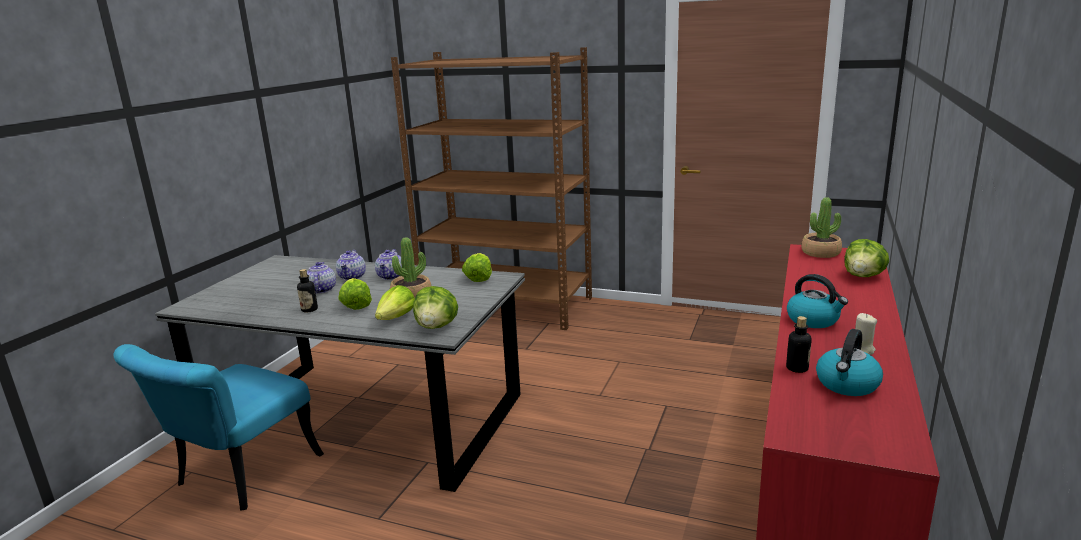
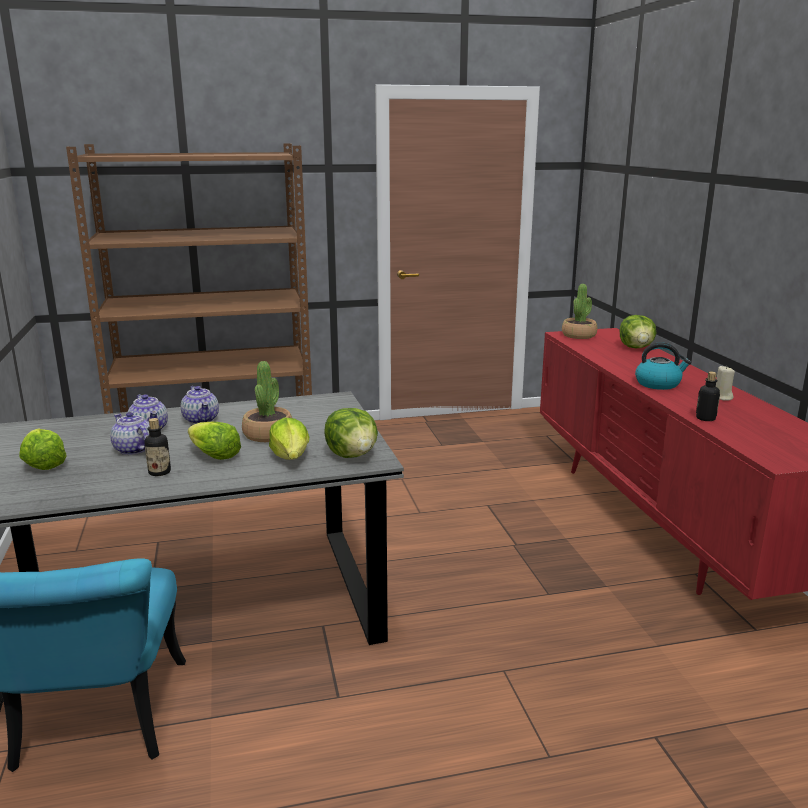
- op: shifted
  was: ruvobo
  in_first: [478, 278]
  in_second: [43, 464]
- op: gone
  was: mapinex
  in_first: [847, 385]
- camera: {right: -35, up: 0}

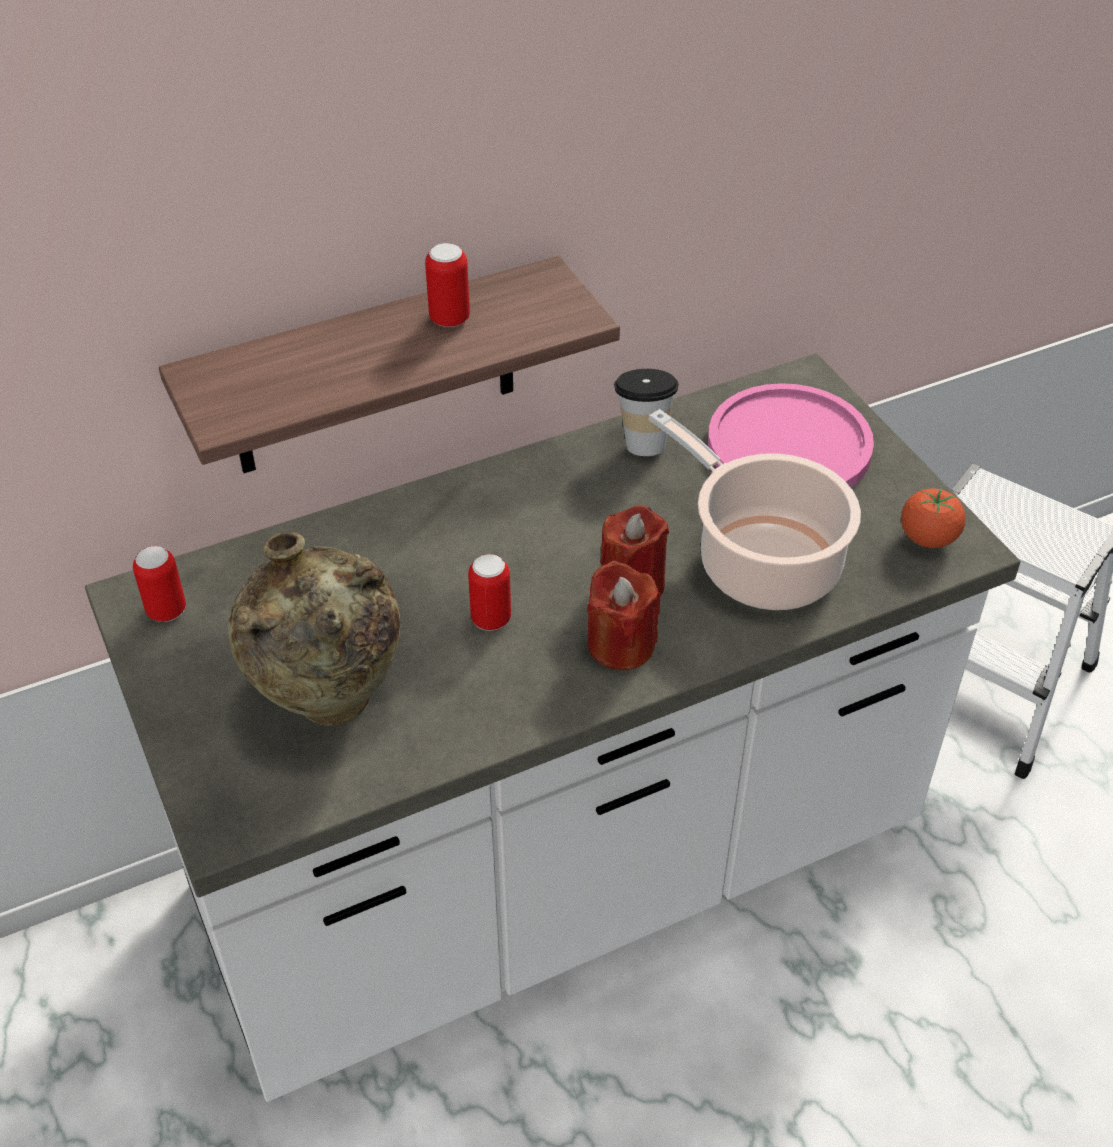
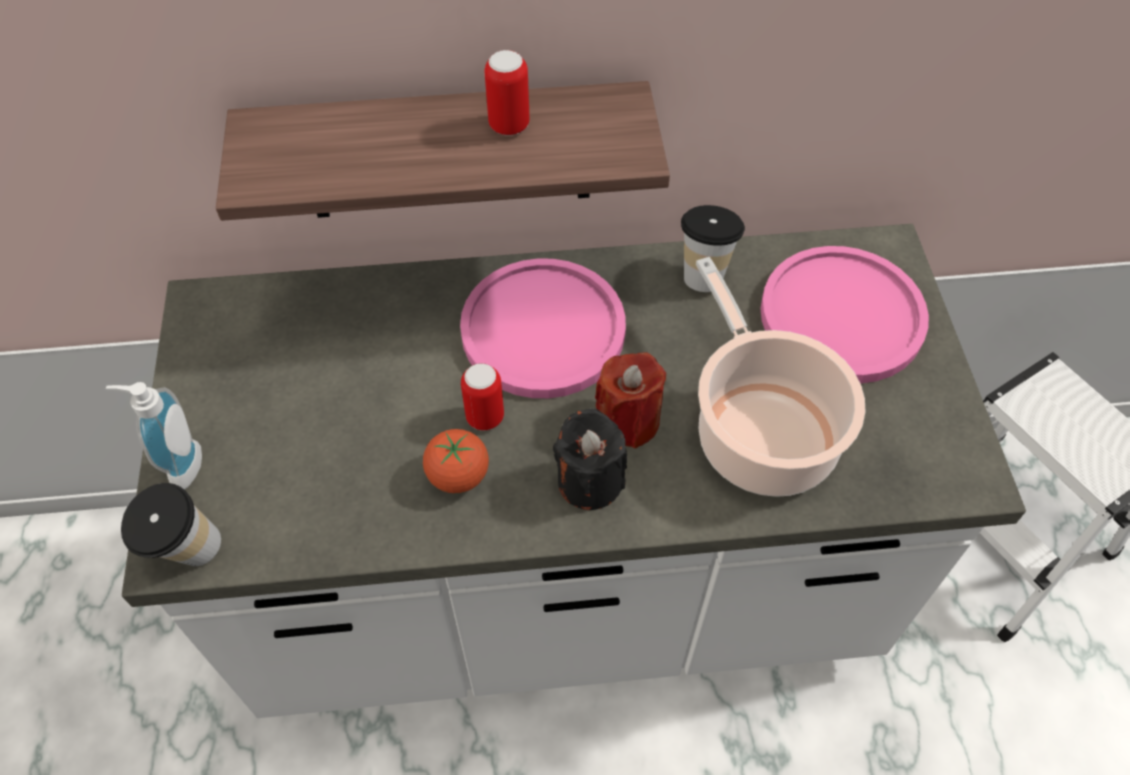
- op: new
  now: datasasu
  in_second: [179, 466]
- op: new
  now: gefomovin
  in_second: [186, 555]
- op: shifted
  was: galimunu
  in_first: [927, 538]
  in_second: [458, 475]
- op: new
  now: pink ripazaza
  in_second: [543, 330]
- op: repainted
  was: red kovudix
  now: black kovudix
  in_first: [620, 645]
  in_second: [589, 481]
- op: gone
  was: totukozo
  in_first: [166, 611]
- op: gone
  was: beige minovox
  in_first: [330, 709]
- camera: {right: 20, up: 10}

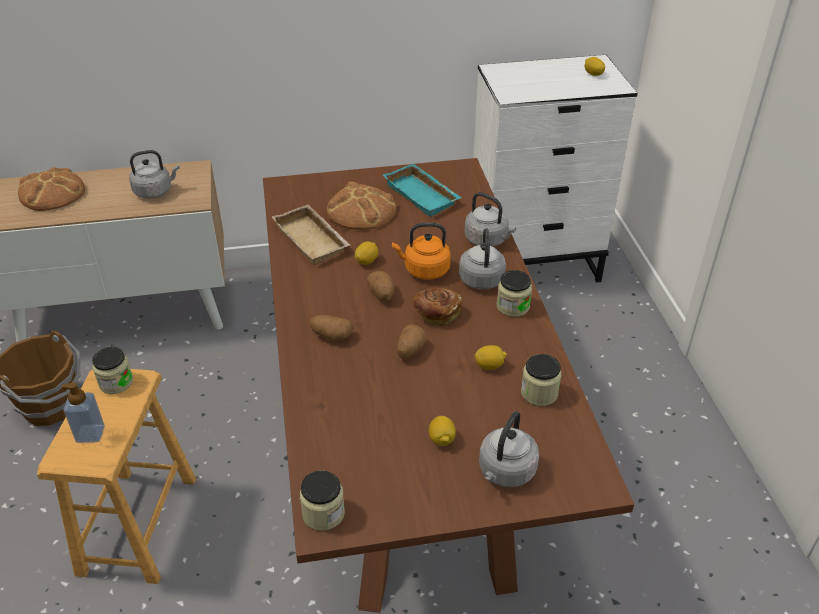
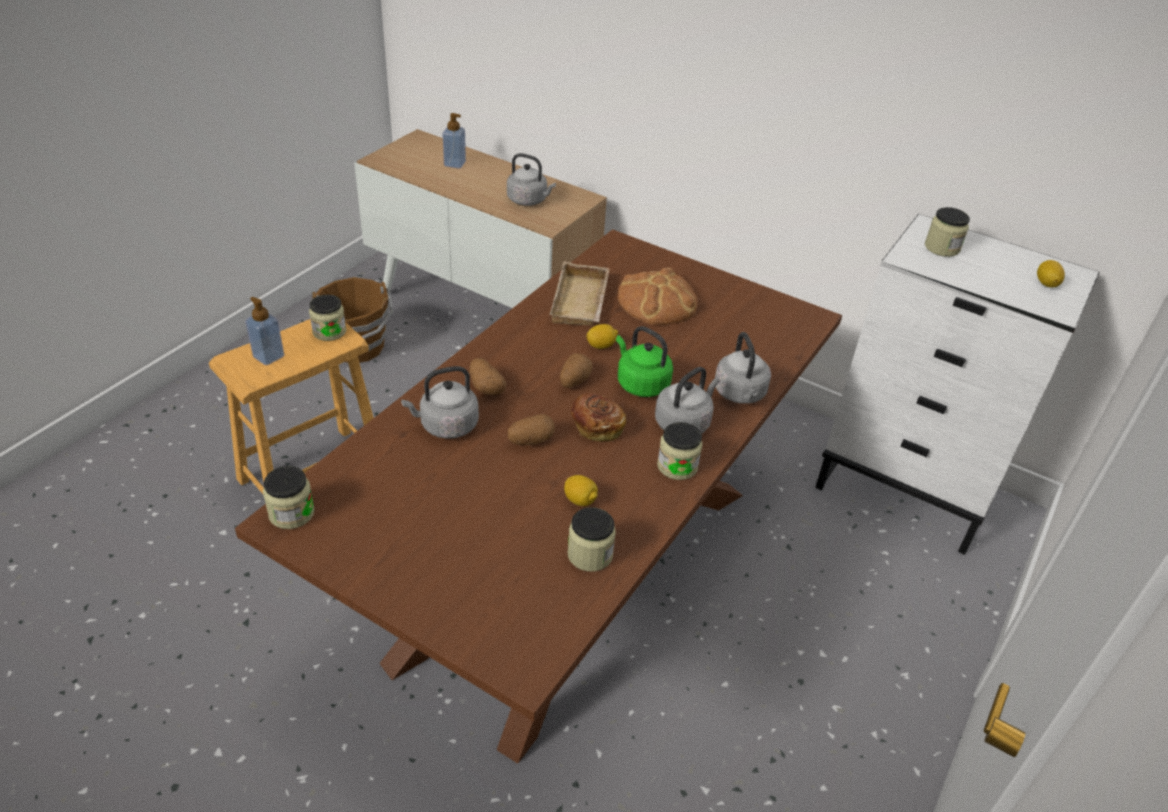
- op: shifted
  was: grey mapinex
  in_first: [505, 472]
  in_second: [446, 426]
- op: swapped
  was: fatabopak
  now: datasasu
  in_first: [52, 193]
  in_second: [454, 164]
- op: repainted
  was: orange mapinex
  now: green mapinex
  in_first: [424, 270]
  in_second: [640, 384]
- op: new
  now: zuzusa
  in_second: [942, 248]
- op: gone
  was: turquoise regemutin
  in_first: [423, 194]
- op: gone
  was: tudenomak
  in_first: [441, 439]
- camera: {right: 40, up: 0}

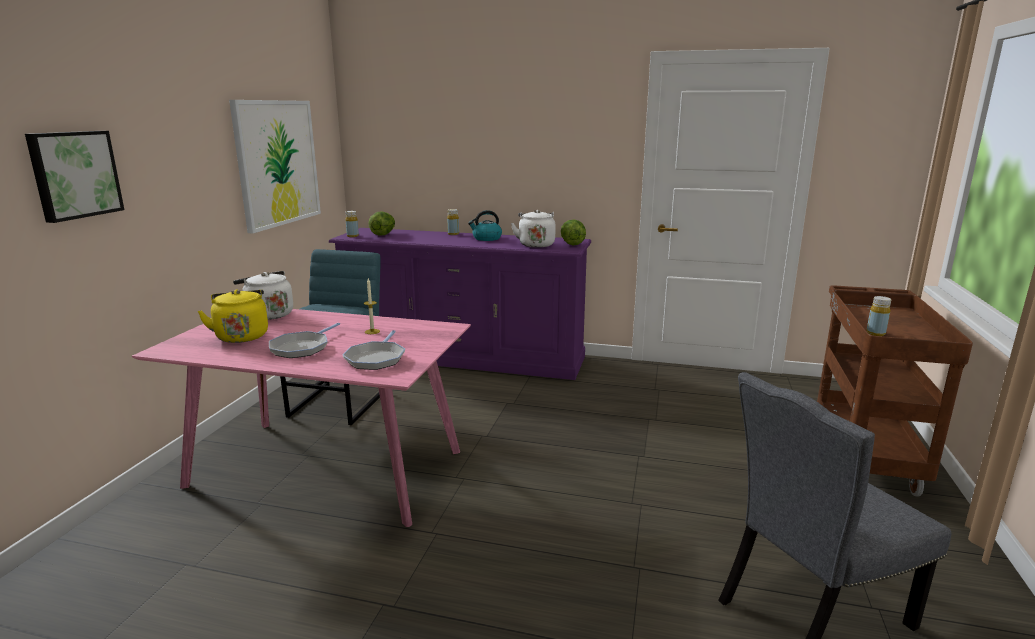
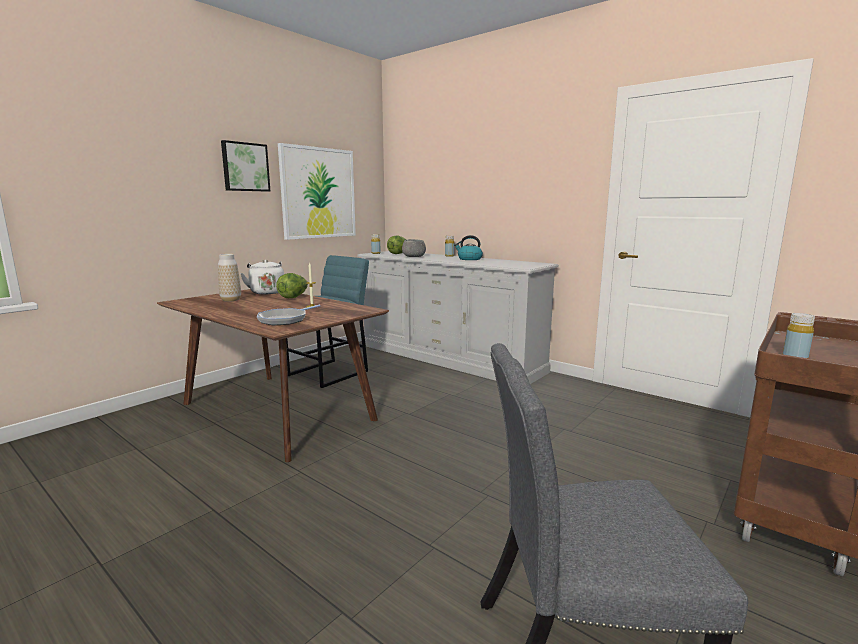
- op: repainted
  was: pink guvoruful
  now: brown guvoruful
  in_first: [328, 467]
  in_second: [278, 411]
- op: swapped
  was: yellow mapinex
  now: minovox
  in_first: [241, 336]
  in_second: [231, 300]
- op: shifted
  was: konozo
  in_first: [74, 174]
  in_second: [245, 167]
- op: shifted
  was: ruvobo
  in_first: [572, 244]
  in_second: [294, 297]
- op: repainted
  was: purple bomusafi
  now: white bomusafi
  in_first: [464, 356]
  in_second: [448, 358]
- op: new
  now: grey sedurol
  in_second: [414, 256]
- op: gone
  was: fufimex
  in_first: [302, 348]
- op: gone
  was: white mapinex
  in_first: [536, 244]
- camera: {right: 25, up: -5}

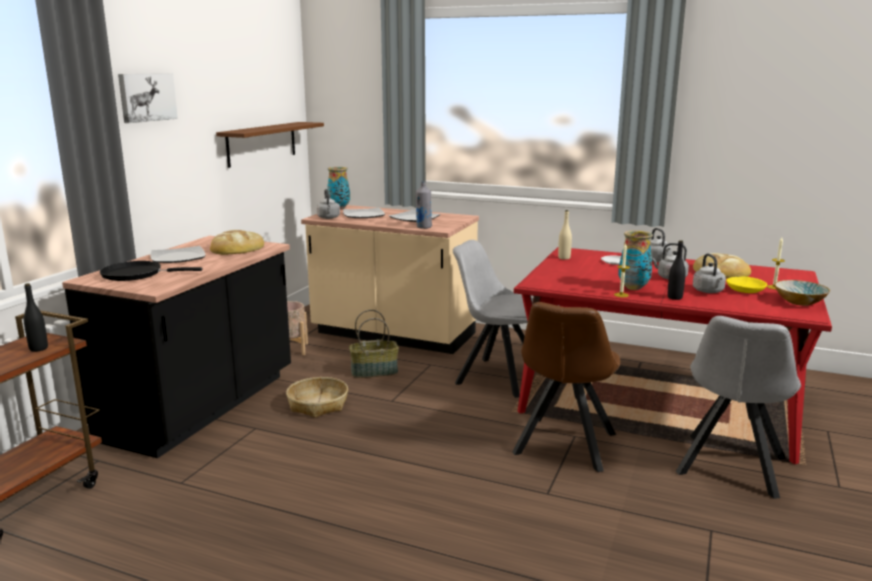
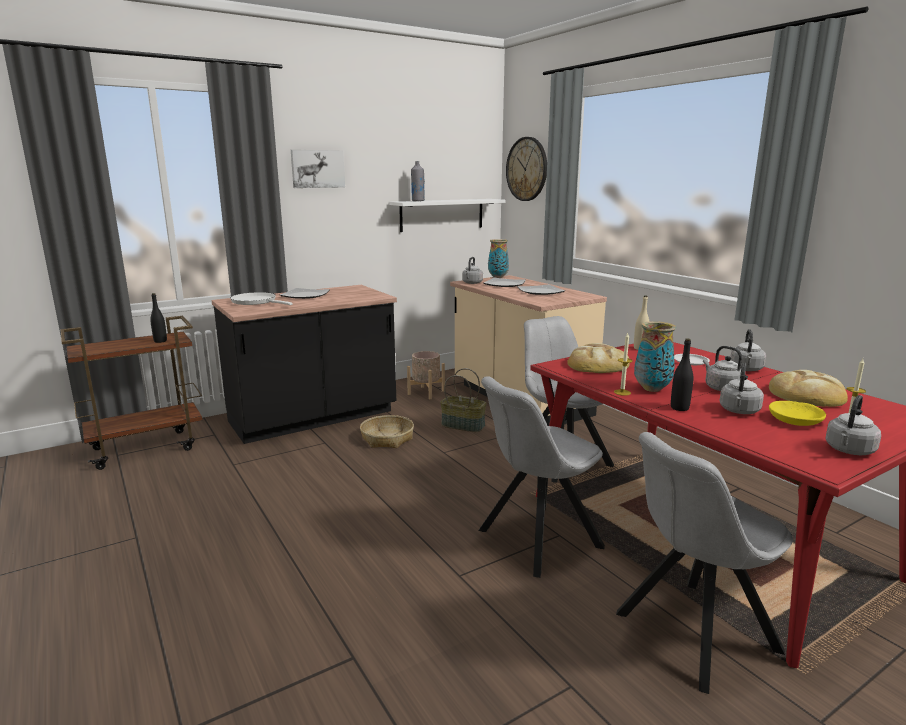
- op: repainted
  was: black fufimex
  now: white fufimex
  in_first: [136, 274]
  in_second: [256, 302]
- op: repainted
  was: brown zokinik
  now: white zokinik
  in_first: [262, 143]
  in_second: [442, 215]
- op: shifted
  was: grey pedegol
  in_first: [424, 227]
  in_second: [418, 201]
- op: repainted
  was: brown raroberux
  now: grey raroberux
  in_first: [564, 445]
  in_second: [537, 539]
- op: new
  now: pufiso
  in_second: [527, 169]
- op: shifted
  was: fatabopak
  in_first: [236, 248]
  in_second: [597, 364]
- op: swapped
  was: sedurol
  now: grey mapinex
  in_first: [800, 302]
  in_second: [849, 451]
- camera: {right: 35, up: 0}

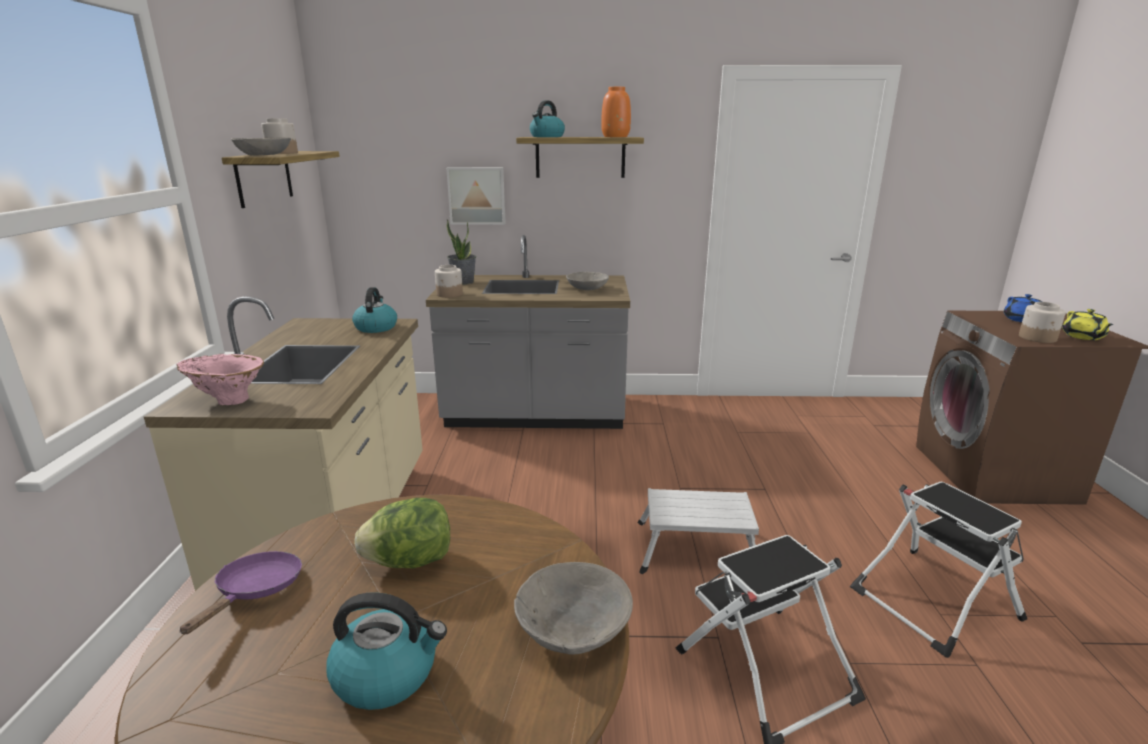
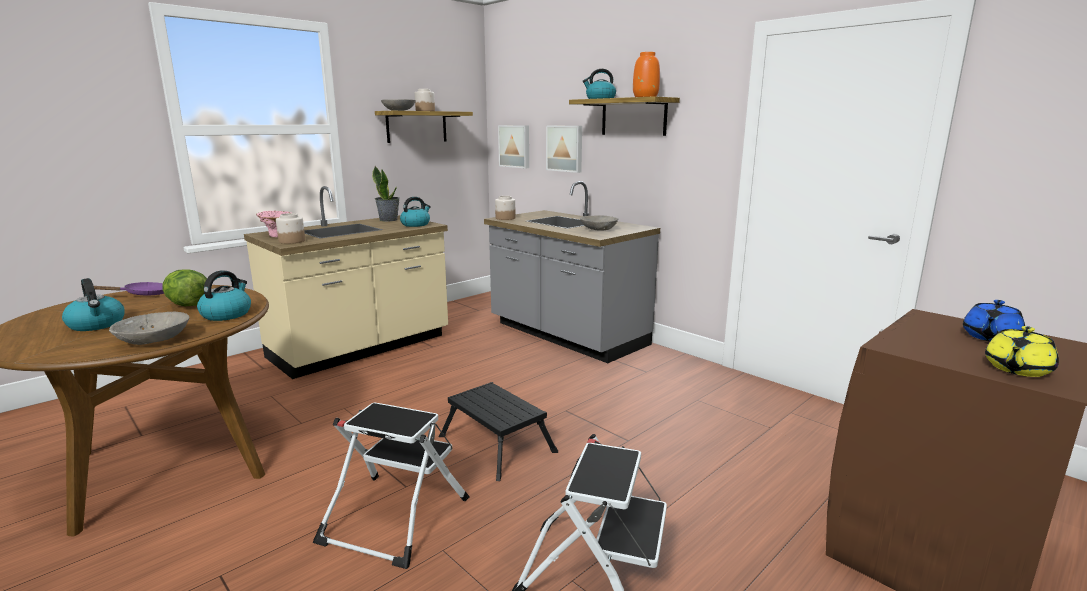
- op: new
  now: mapinex
  in_second: [227, 314]
- op: shifted
  was: zuzusa
  in_first: [1038, 338]
  in_second: [291, 241]
- op: shifted
  was: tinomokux
  in_first: [463, 282]
  in_second: [389, 220]
- op: repainted
  was: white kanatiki
  now: black kanatiki
  in_first: [697, 549]
  in_second: [497, 444]
- op: new
  now: konozo
  in_second: [515, 146]
- camera: {right: 45, up: -5}

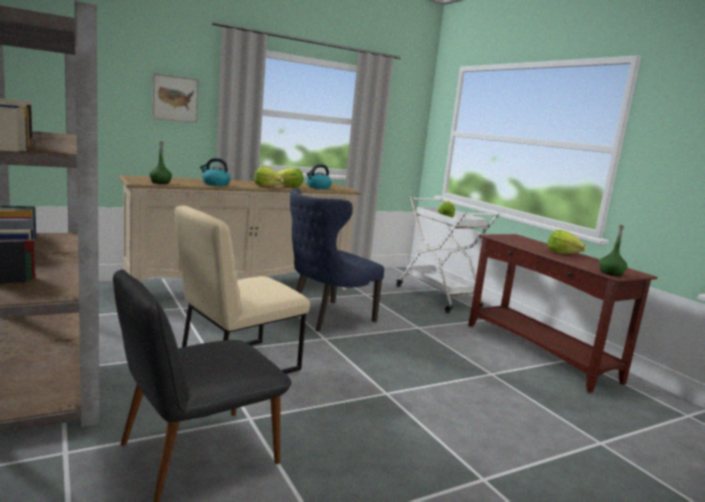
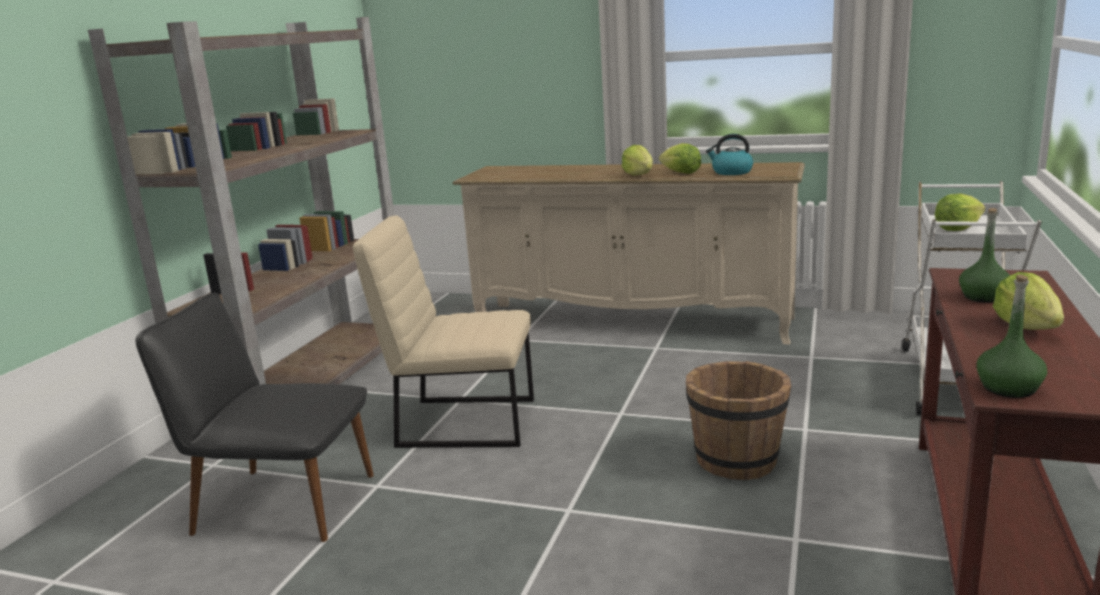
- op: new
  now: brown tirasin
  in_second: [737, 460]
- op: shifted
  was: green pedegol
  in_first: [160, 182]
  in_second: [983, 297]
- op: gone
  was: konozo
  in_first: [175, 98]
- op: gone
  was: mapinex
  in_first: [215, 184]
- op: gone
  was: blue raroberux
  in_first: [326, 317]
- camera: {right: 50, up: 5}

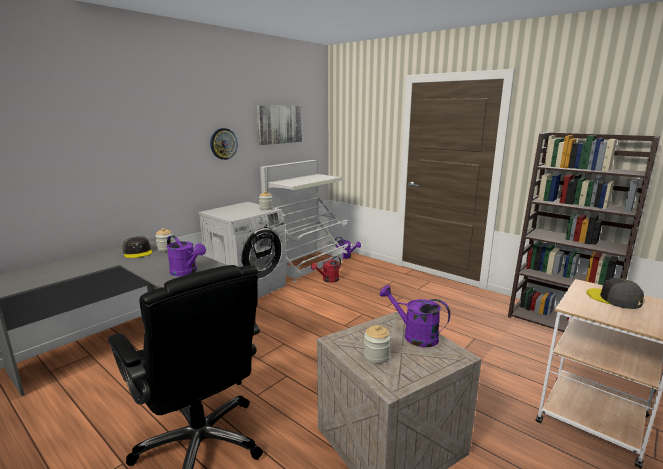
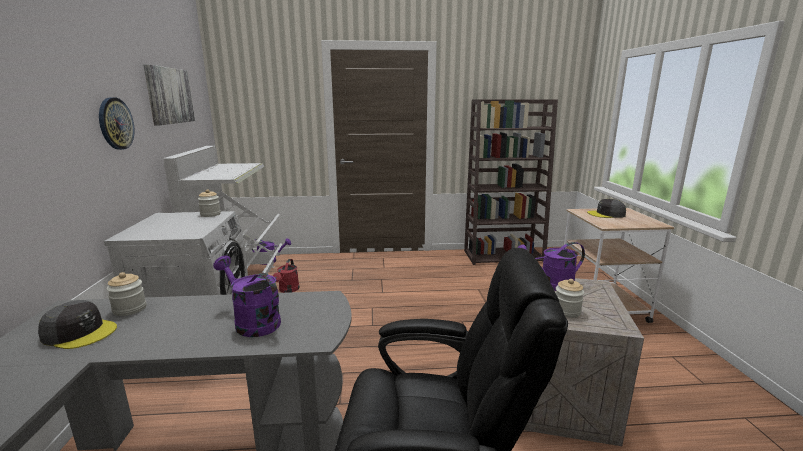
- op: rotated
  was: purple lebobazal
  in_first: [186, 272]
  in_second: [252, 322]
  clockwise: -135
- camera: {right: -45, up: 0}

